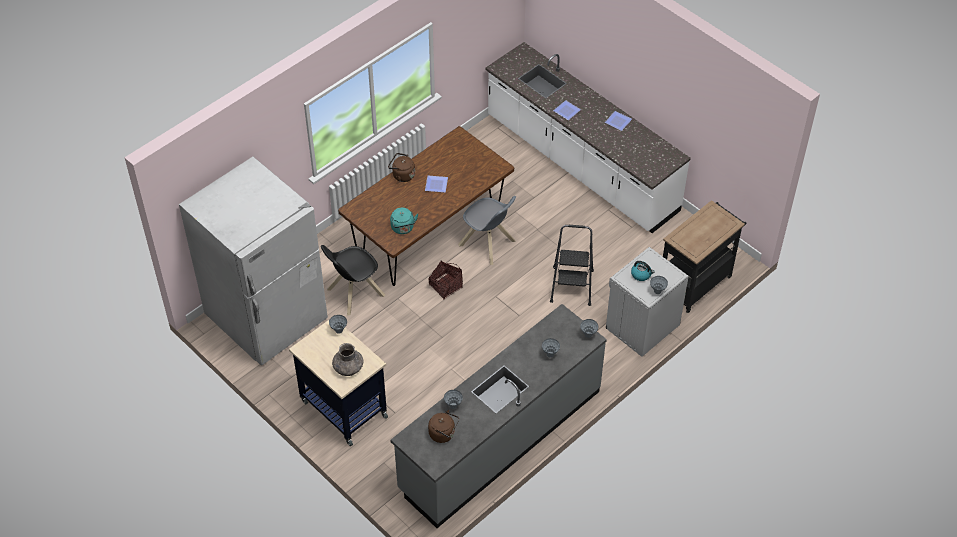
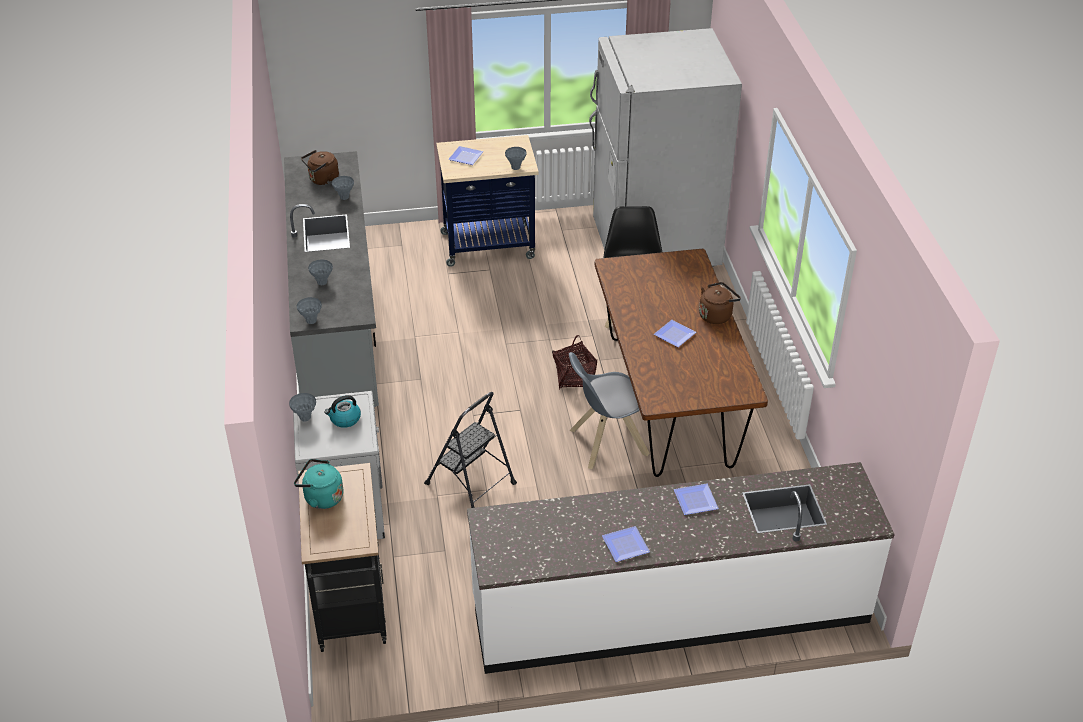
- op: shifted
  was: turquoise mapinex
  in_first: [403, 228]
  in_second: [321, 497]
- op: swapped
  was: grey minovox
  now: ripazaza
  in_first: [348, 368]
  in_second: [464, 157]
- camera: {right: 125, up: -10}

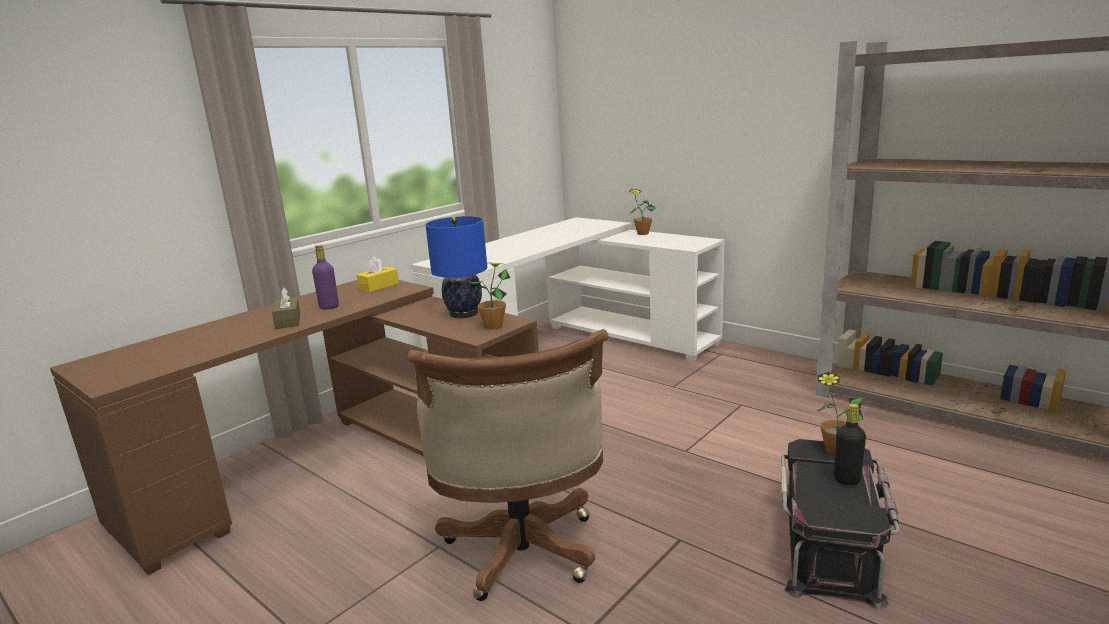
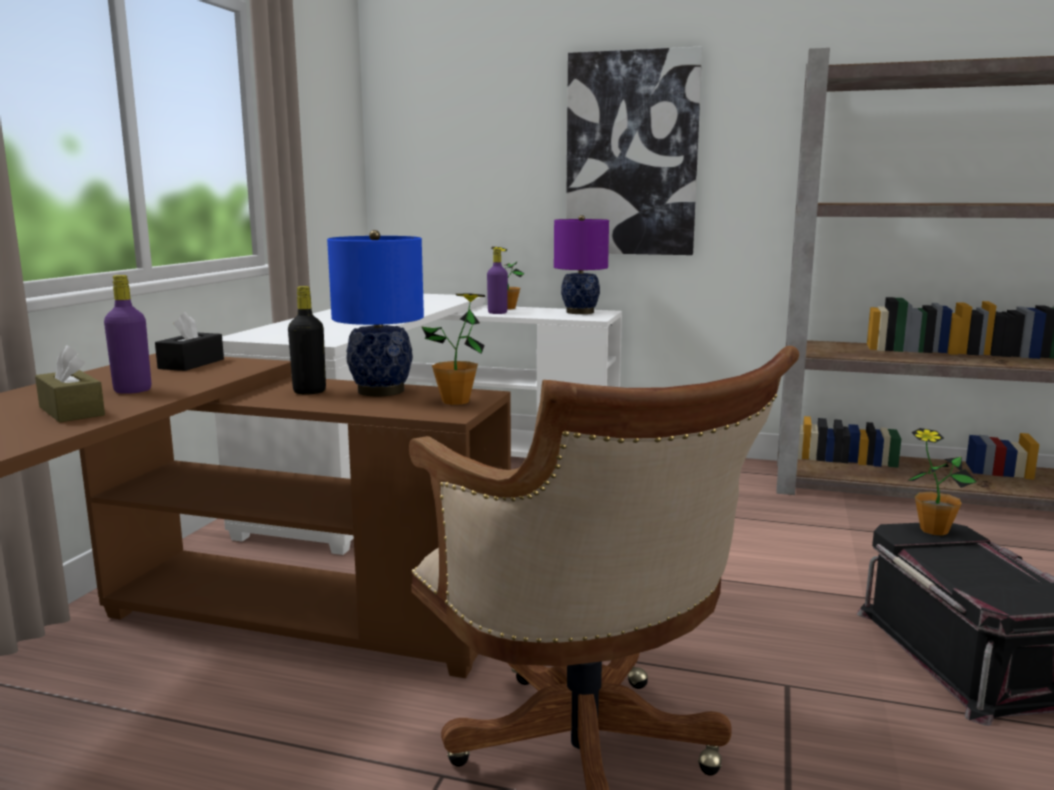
- op: repainted
  was: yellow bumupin
  now: black bumupin
  in_first: [379, 286]
  in_second: [191, 364]
- op: shifted
  was: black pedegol
  in_first: [847, 480]
  in_second: [309, 392]
- op: new
  now: purple pedegol
  in_second: [497, 313]
- op: new
  now: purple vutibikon
  in_second: [580, 312]
- op: new
  now: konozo
  in_second: [631, 154]
- camera: {right: -25, up: -5}

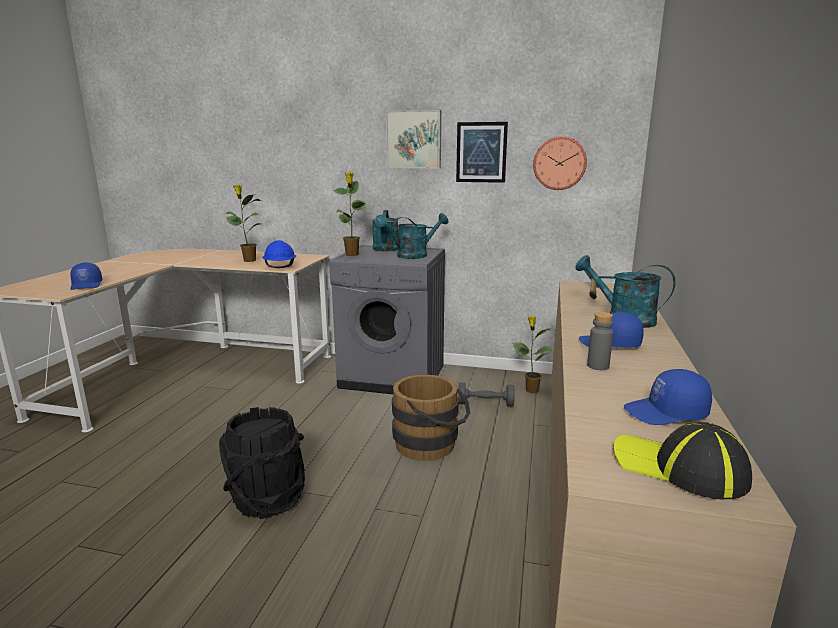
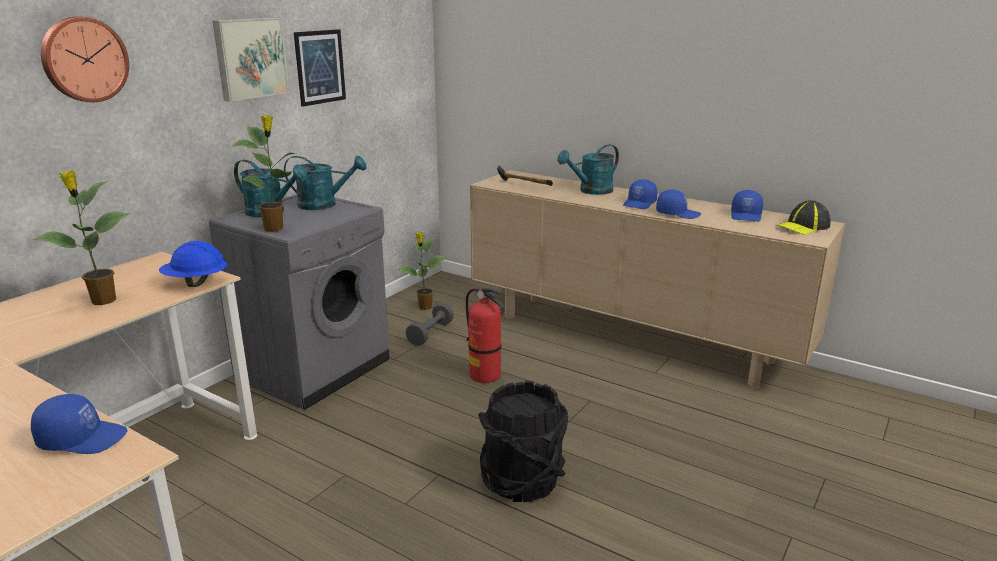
- op: shifted
  was: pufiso
  in_first: [559, 163]
  in_second: [84, 59]
- op: rotated
  was: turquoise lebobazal
  in_first: [417, 255]
  in_second: [324, 205]
  clockwise: 105
- op: swapped
  was: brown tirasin
  now: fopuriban
  in_first: [431, 445]
  in_second: [485, 375]
- op: swapped
  was: grey pedegol
  now: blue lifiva
  in_first: [598, 366]
  in_second: [677, 214]
- camera: {right: -70, up: 5}

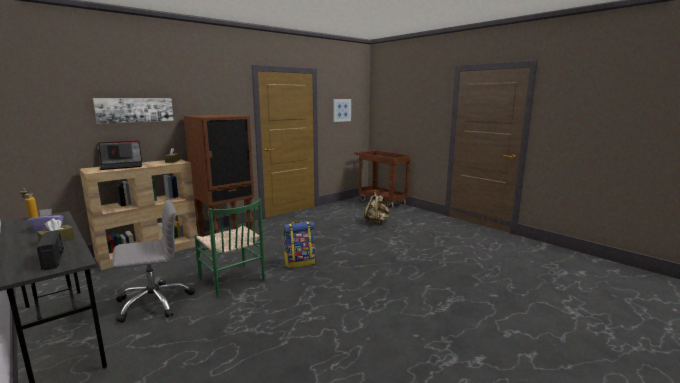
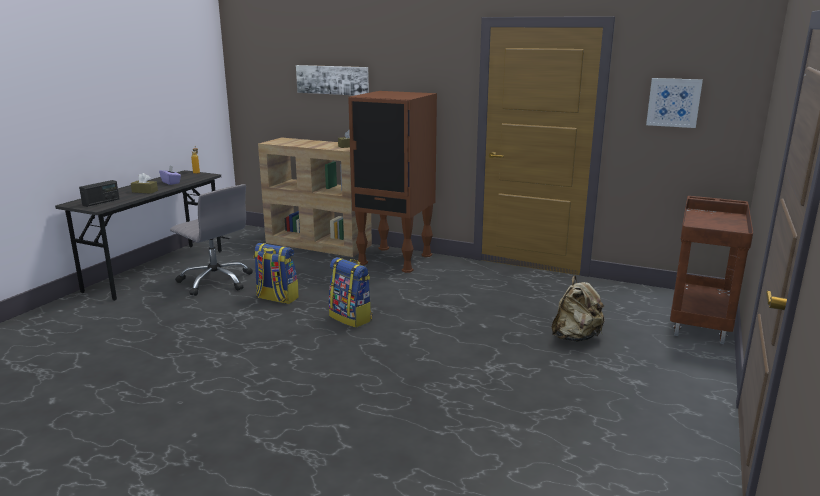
- op: swapped
  was: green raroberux
  now: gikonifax
  in_first: [233, 281]
  in_second: [276, 298]
- op: gone
  was: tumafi
  in_first: [122, 166]
- camera: {right: 65, up: 5}

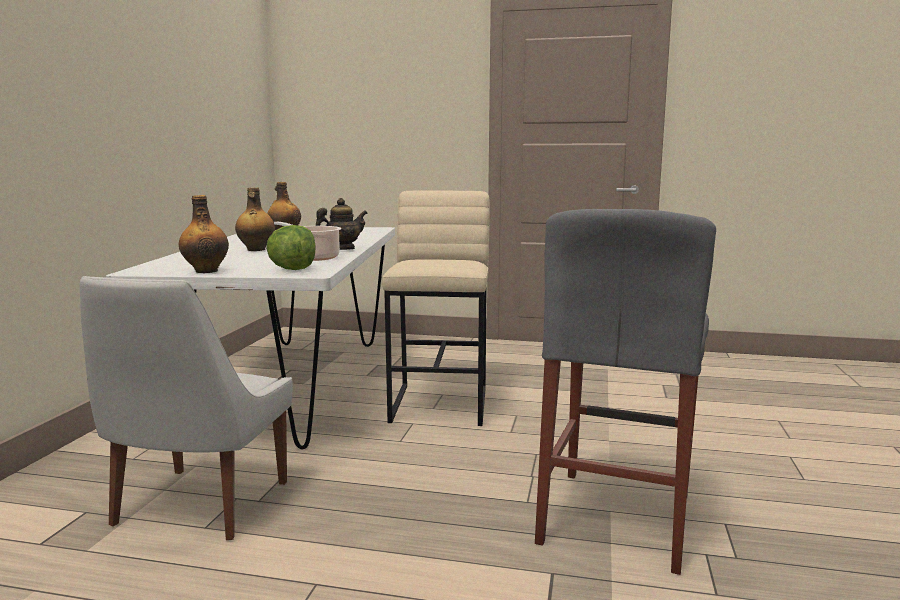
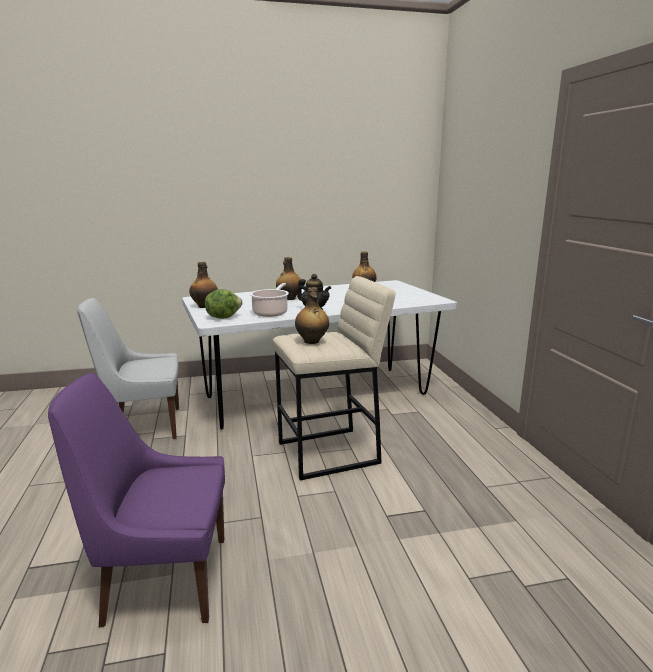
- op: swapped
  was: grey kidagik
  now: purple raroberux
  in_first: [616, 517]
  in_second: [161, 579]
- op: new
  now: pedegol
  in_second: [312, 341]
- camera: {right: 65, up: 5}

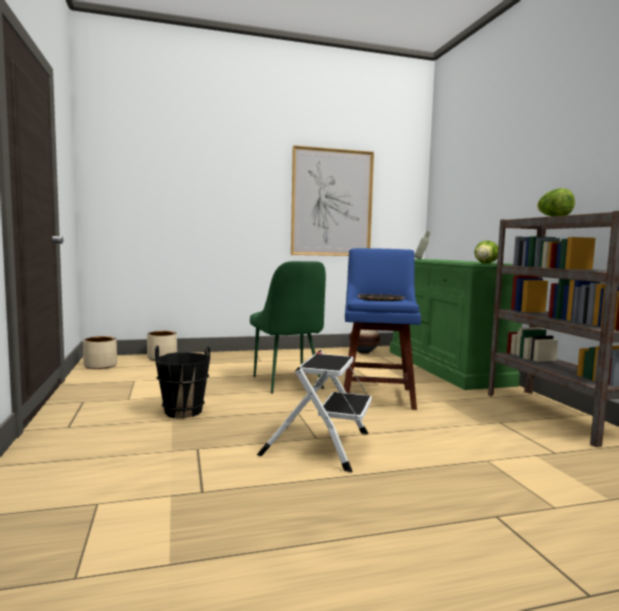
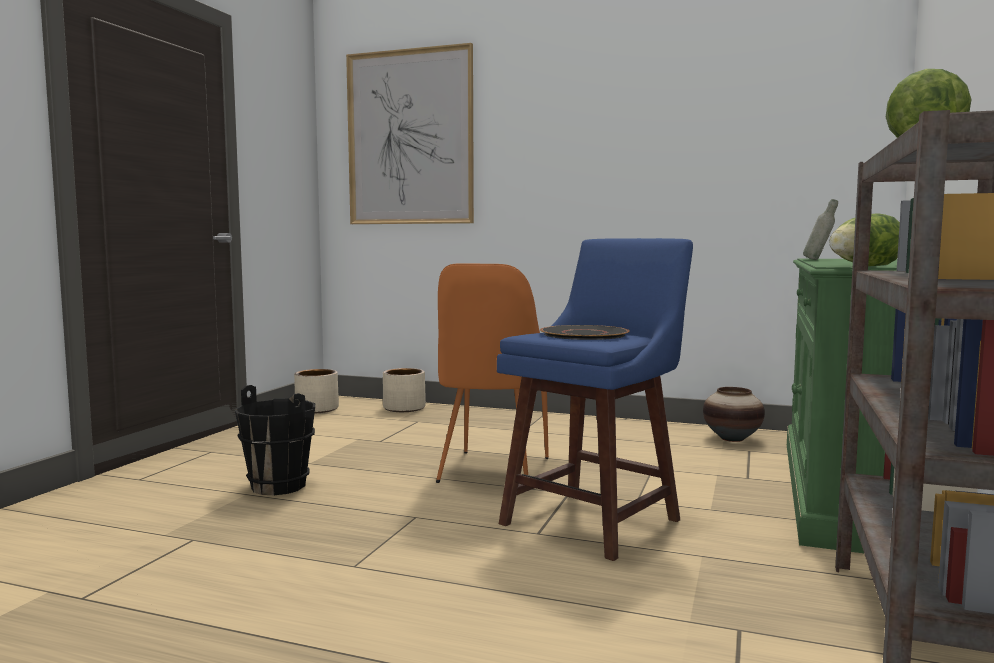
- op: shifted
  was: konozo
  in_first: [332, 203]
  in_second: [410, 138]
- op: repainted
  was: green raroberux
  now: orange raroberux
  in_first: [288, 382]
  in_second: [495, 470]
- op: gone
  was: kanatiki
  in_first: [318, 445]
- camera: {right: 35, up: 0}

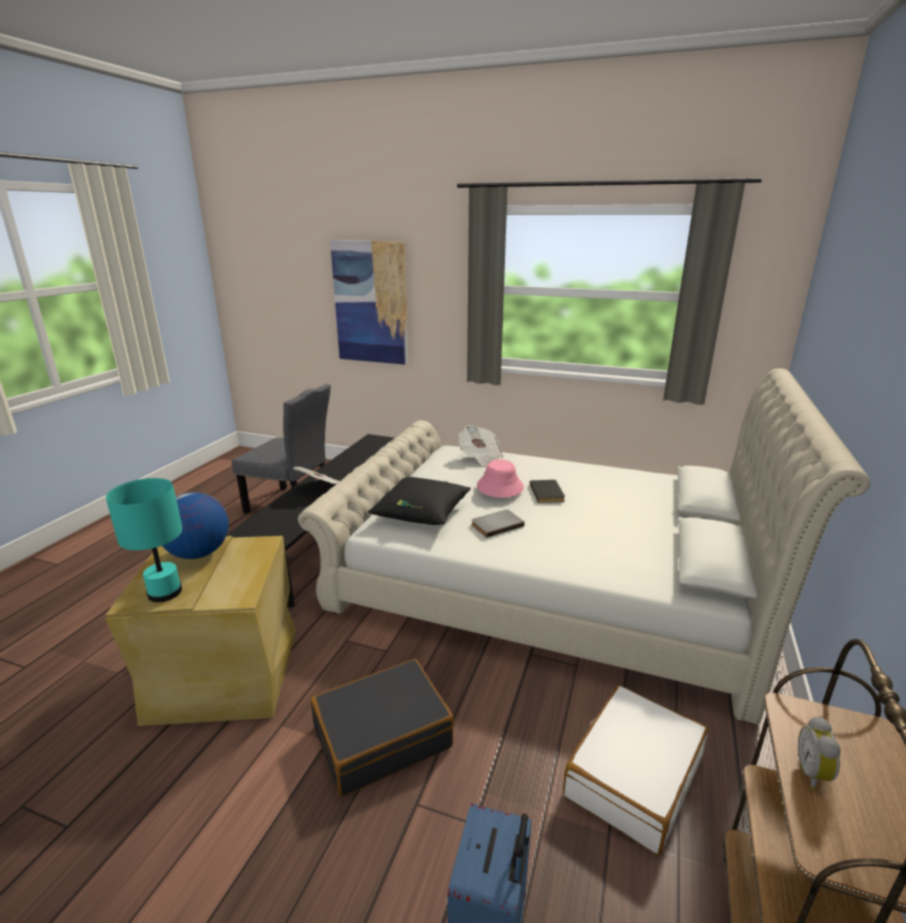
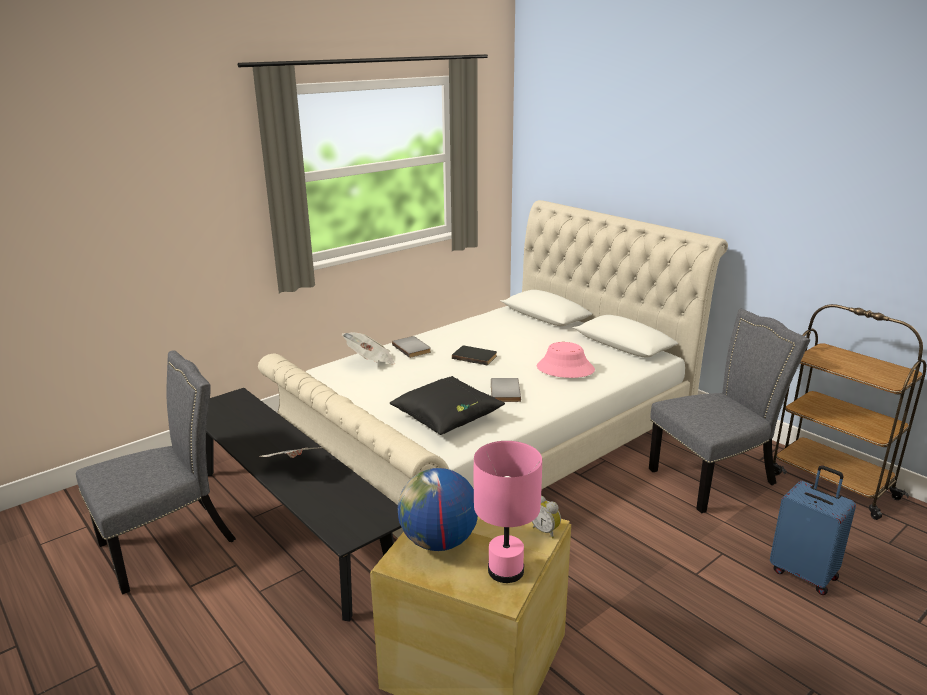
- op: new
  now: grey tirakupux
  in_second: [412, 348]
- op: repainted
  was: turquoise vutibikon
  now: pink vutibikon
  in_first: [164, 593]
  in_second: [506, 571]
- op: shifted
  was: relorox
  in_first: [814, 774]
  in_second: [545, 531]
- op: shifted
  was: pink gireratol
  in_first: [499, 487]
  in_second: [565, 369]
- op: swapped
  was: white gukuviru
  now: grey raroberux
  in_first: [632, 776]
  in_second: [711, 479]
- op: gone
  was: black gukuviru
  in_first: [382, 736]
- op: gone
  was: konozo
  in_first: [371, 303]
- camera: {right: -60, up: 0}

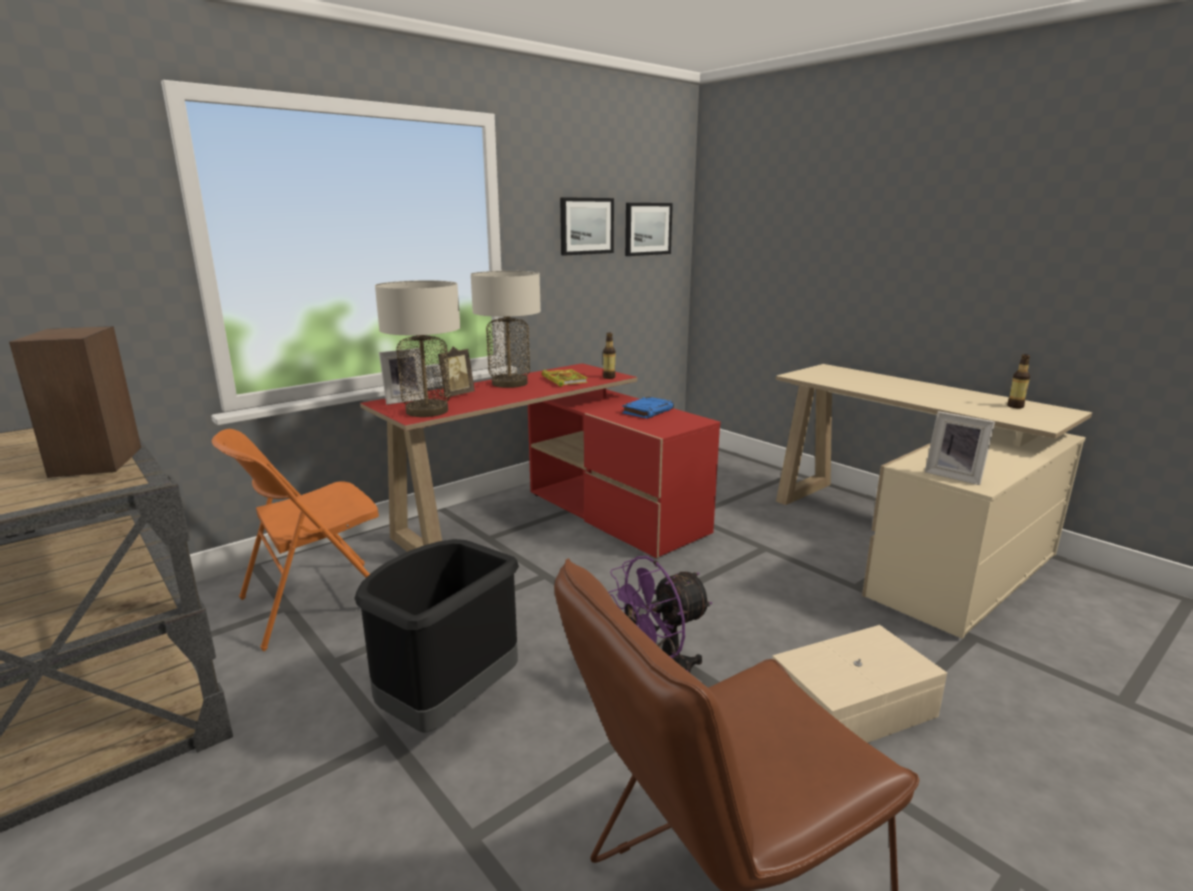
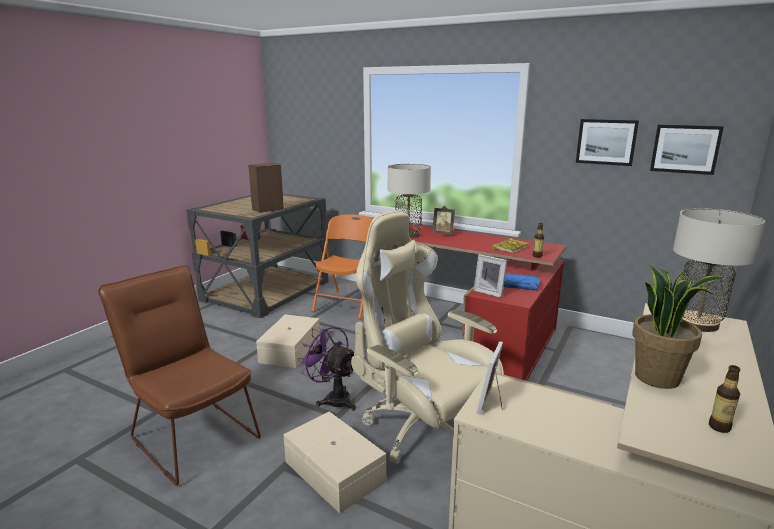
- op: swapped
  was: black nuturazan
  now: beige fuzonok
  in_first: [446, 707]
  in_second: [289, 350]
- op: rotated
  was: orange raroberux
  in_first: [318, 602]
  in_second: [348, 304]
  clockwise: 75
- op: new
  now: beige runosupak
  in_second: [425, 432]
- op: shifted
  was: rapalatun
  in_first: [405, 400]
  in_second: [490, 292]
- op: new
  now: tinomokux
  in_second: [658, 377]
- op: shifted
  was: vutibikon
  in_first: [510, 383]
  in_second: [697, 323]
- camera: {right: 70, up: 0}

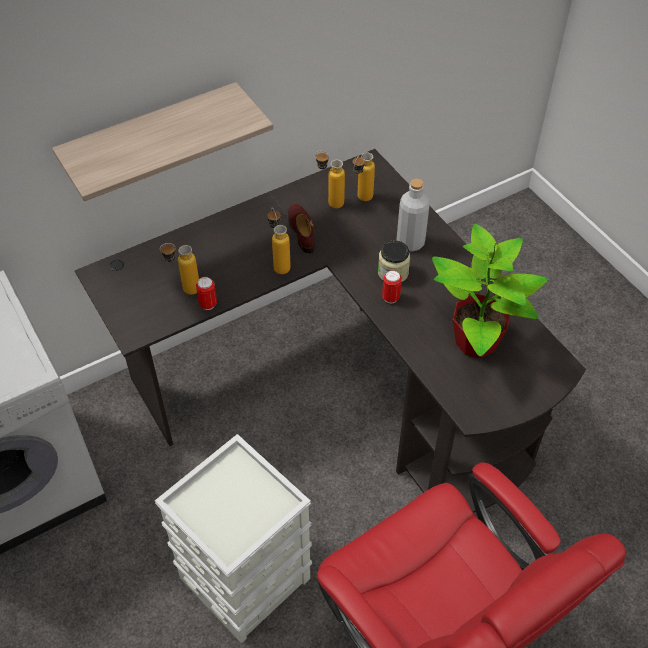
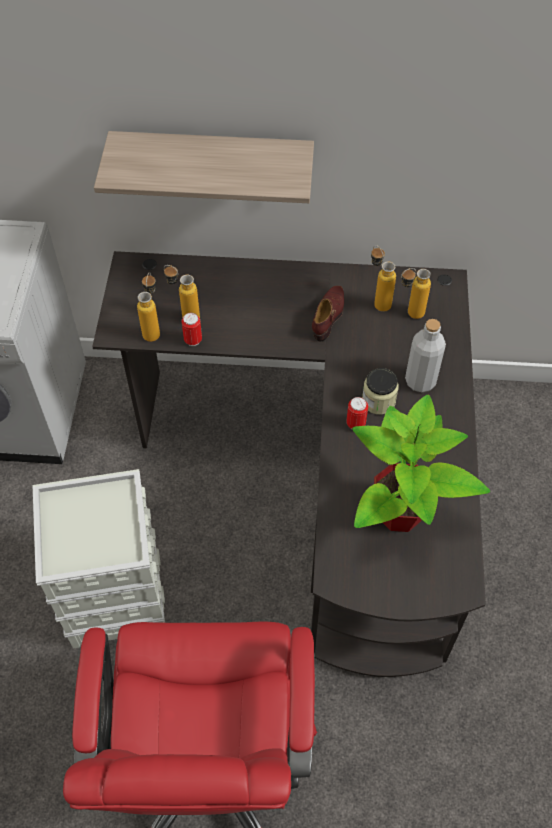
- op: shifted
  was: pedegol
  in_first: [279, 264]
  in_second: [153, 329]
- camera: {right: 35, up: 5}

